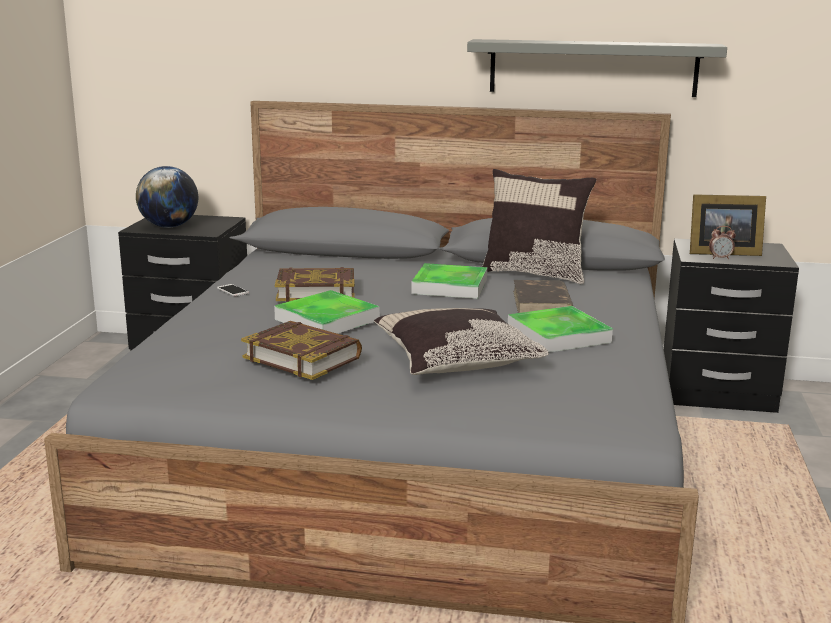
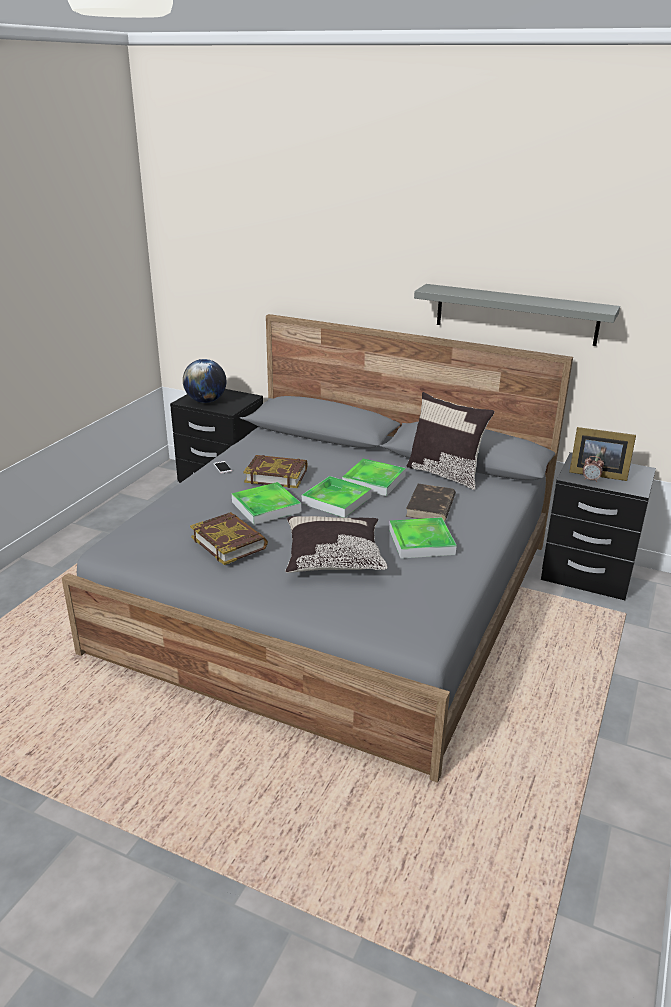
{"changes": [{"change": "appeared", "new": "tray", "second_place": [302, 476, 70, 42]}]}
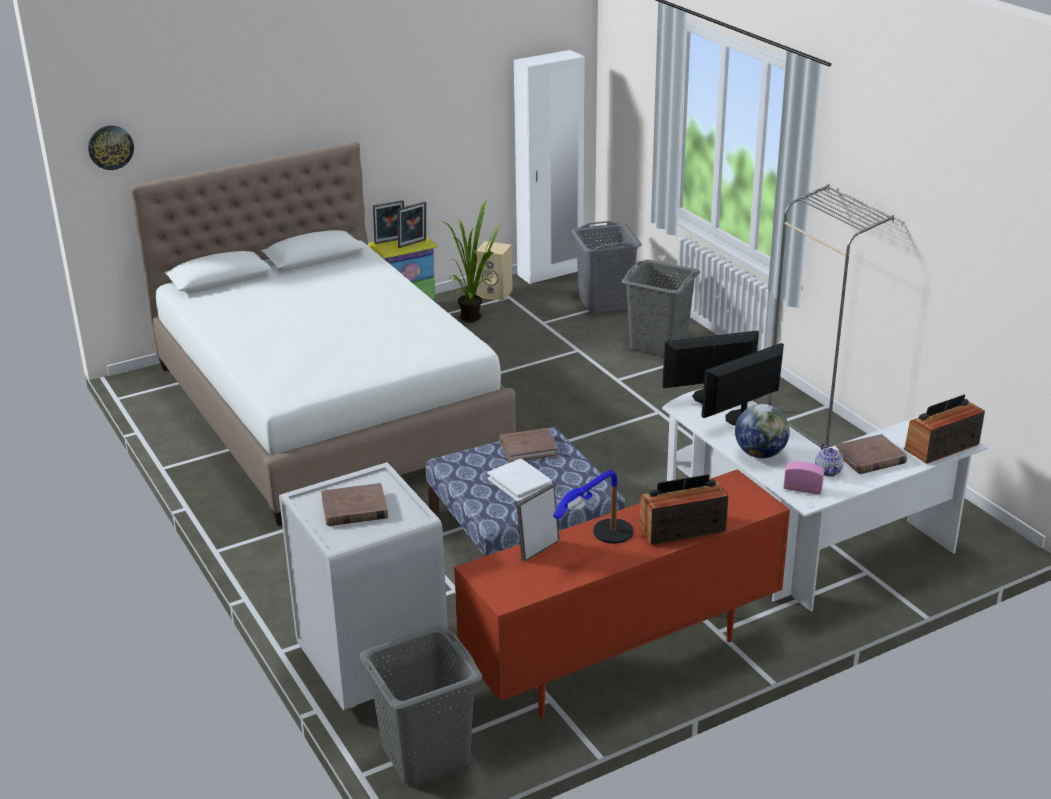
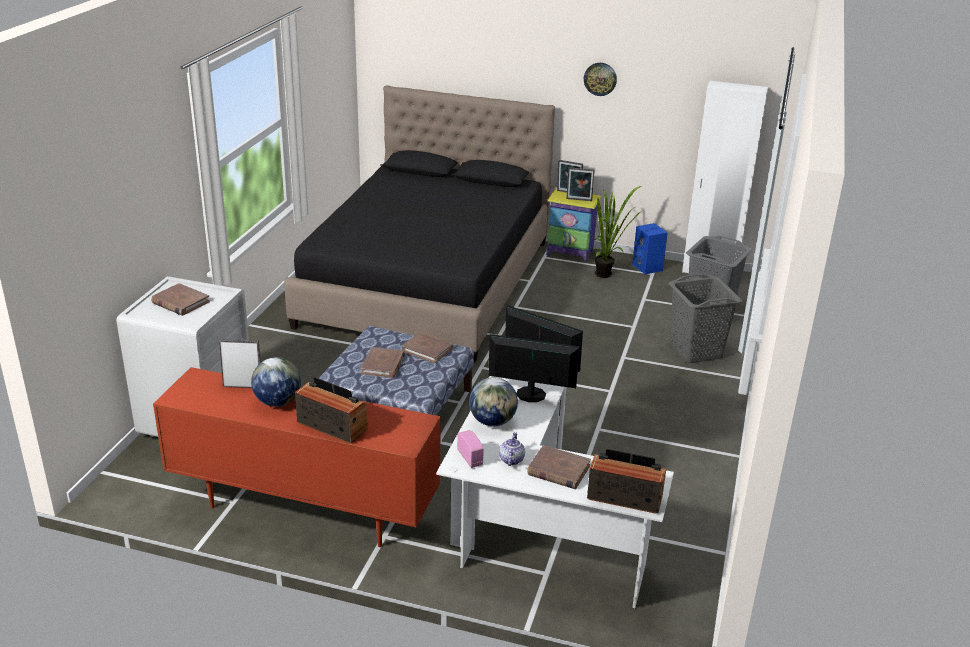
{"changes": [{"change": "missing", "old": "gray washing basket", "first_place": [359, 626, 123, 160]}, {"change": "missing", "old": "gray clothes rack", "first_place": [768, 184, 126, 264]}, {"change": "relocated", "old": "clock on the wall", "first_place": [88, 126, 46, 44], "second_place": [584, 63, 33, 33]}, {"change": "exchanged", "old": "tabletop lamp", "new": "globe", "first_place": [553, 470, 80, 74], "second_place": [251, 357, 50, 50]}, {"change": "colour", "old": "whitish sleeping bed", "new": "black-coloured sleeping bed", "first_place": [130, 142, 386, 384], "second_place": [284, 85, 271, 277]}, {"change": "colour", "old": "beige loudspeaker", "new": "bluish loudspeaker", "first_place": [476, 241, 37, 60], "second_place": [632, 223, 36, 51]}, {"change": "colour", "old": "whitish bound book", "new": "brown bound book", "first_place": [487, 458, 65, 44], "second_place": [360, 347, 45, 31]}, {"change": "spun", "old": "tea pot", "first_place": [815, 443, 29, 33], "second_place": [499, 432, 26, 34], "degrees": 150}]}
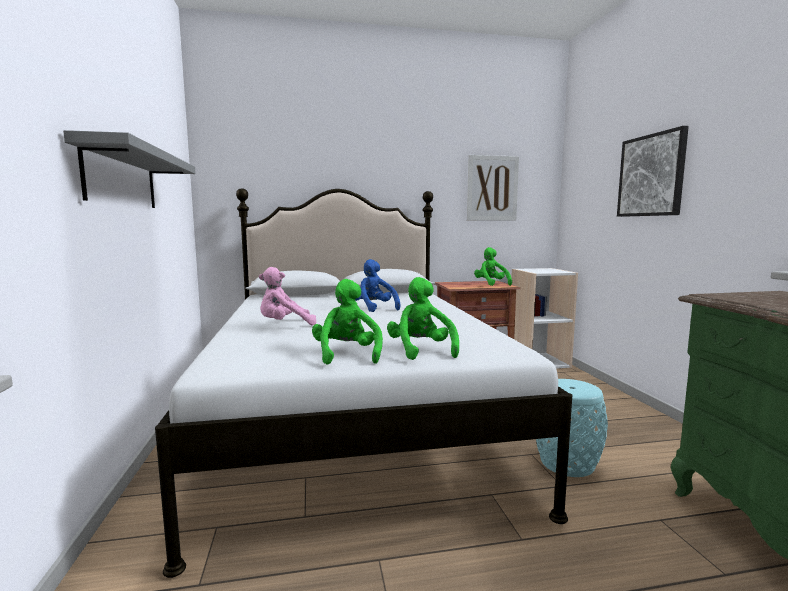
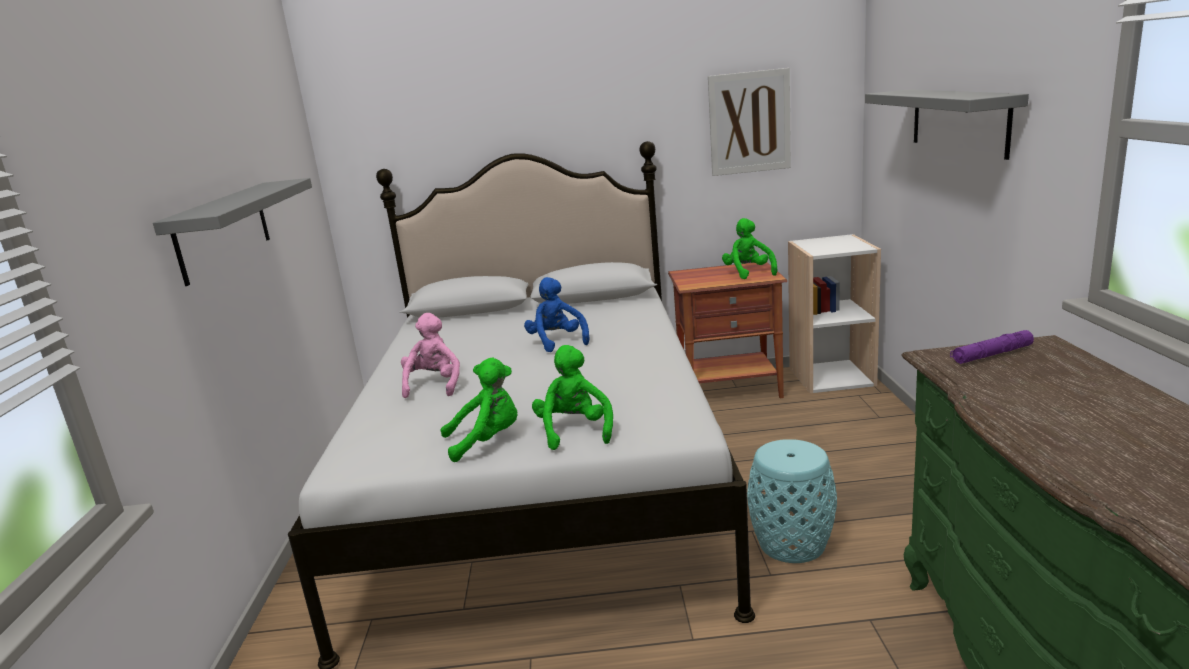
{"changes": [{"change": "appeared", "new": "purple-coloured hand torch", "second_place": [950, 330, 84, 34]}, {"change": "exchanged", "old": "wall art", "new": "gray shelf", "first_place": [617, 126, 72, 91], "second_place": [865, 89, 164, 71]}, {"change": "spun", "old": "pinkish cuddly toy", "first_place": [259, 267, 57, 58], "second_place": [401, 313, 59, 85], "degrees": 105}, {"change": "spun", "old": "greenish cuddly toy", "first_place": [312, 279, 71, 86], "second_place": [440, 358, 78, 104], "degrees": 75}]}
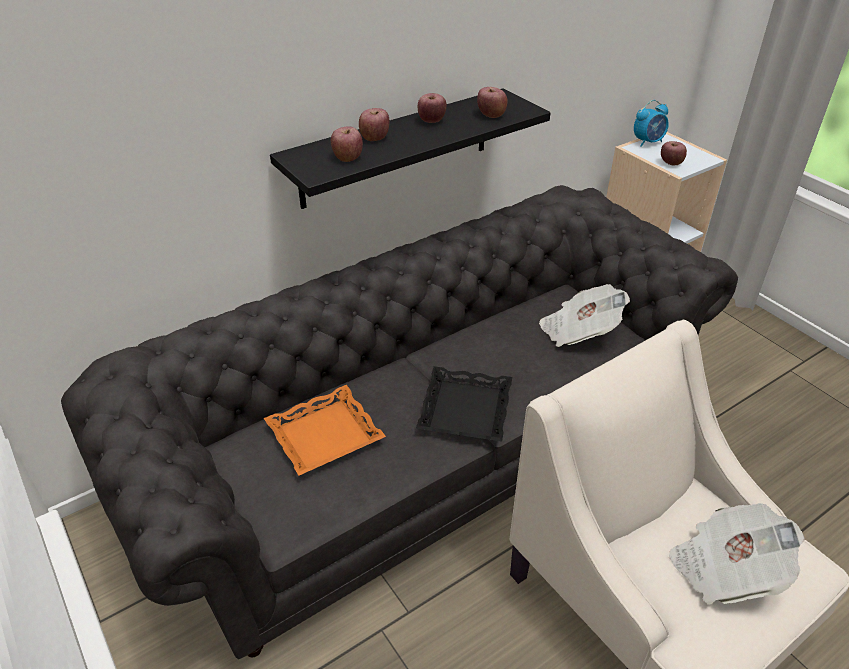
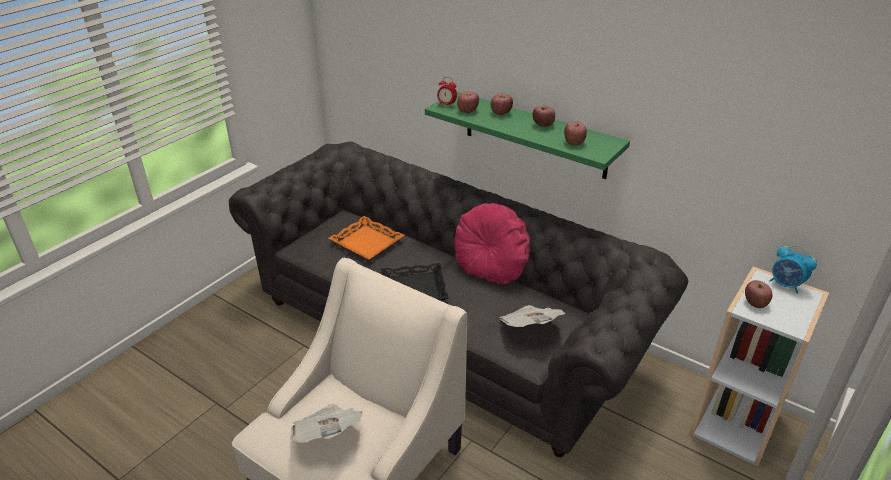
{"changes": [{"change": "appeared", "new": "bedside clock", "second_place": [437, 77, 20, 31]}, {"change": "appeared", "new": "pinkish cushion", "second_place": [454, 203, 76, 82]}, {"change": "colour", "old": "black-coloured shelf", "new": "greenish shelf", "first_place": [270, 88, 281, 121], "second_place": [425, 92, 205, 87]}]}
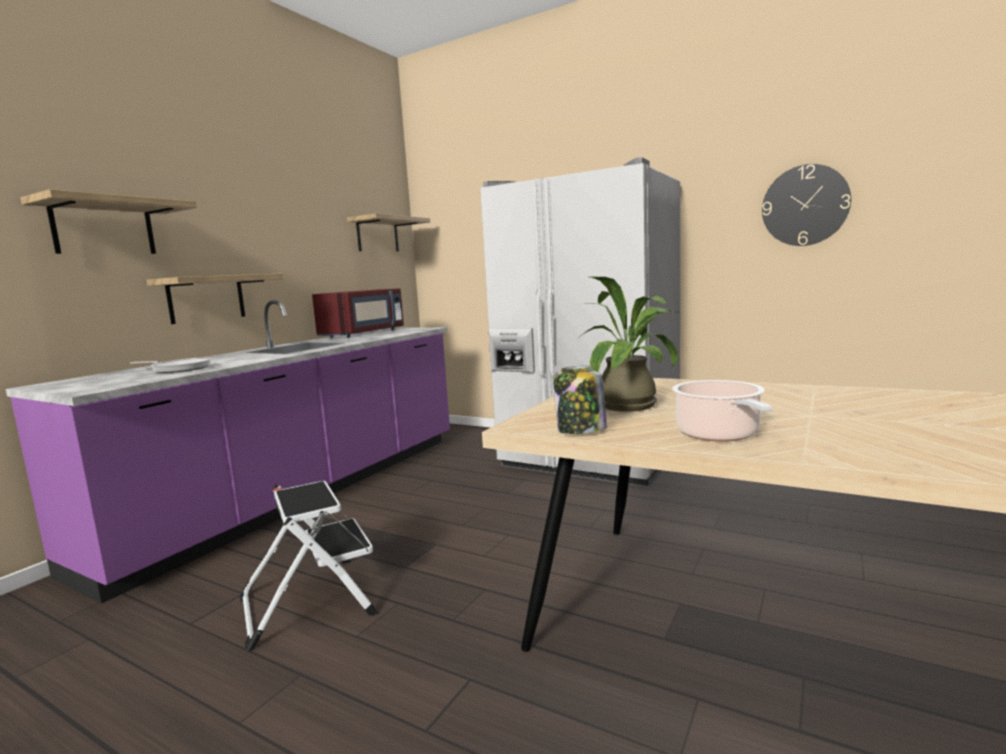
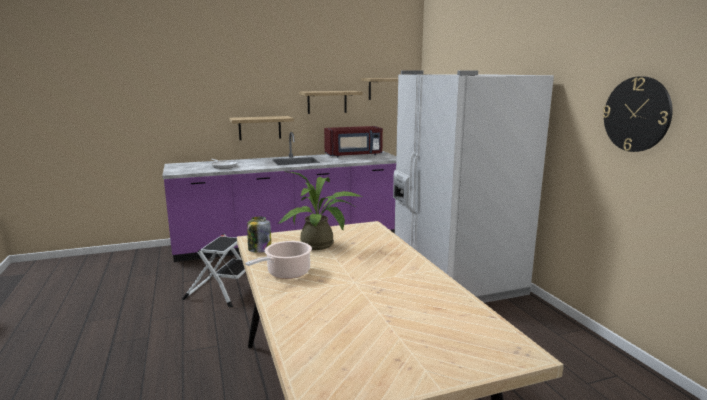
{"changes": [{"change": "relocated", "old": "shelf", "first_place": [21, 189, 176, 65], "second_place": [299, 91, 63, 23]}]}
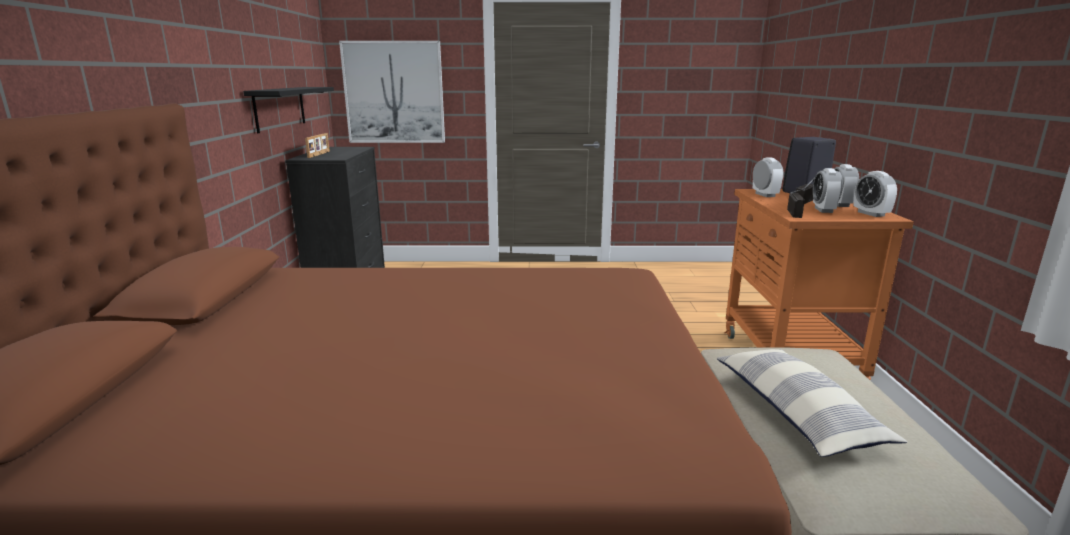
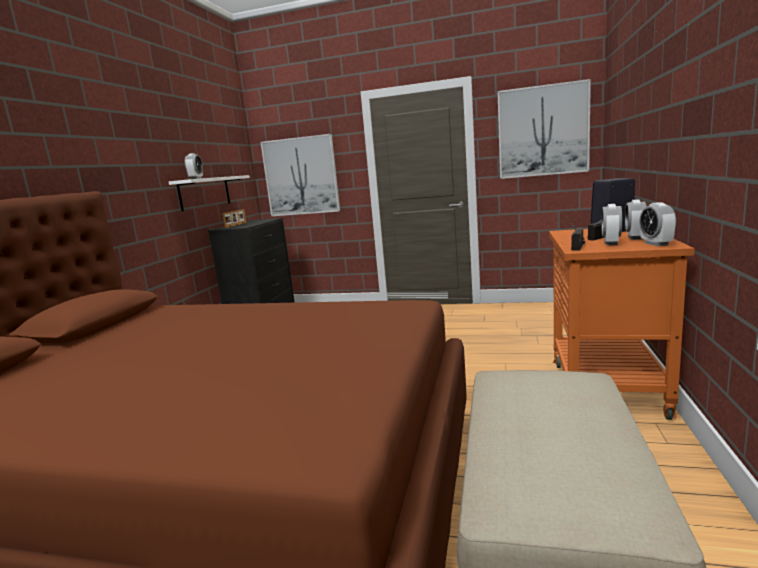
{"changes": [{"change": "missing", "old": "cushion", "first_place": [717, 349, 190, 108]}, {"change": "appeared", "new": "wall art", "second_place": [498, 79, 93, 100]}, {"change": "relocated", "old": "bedside clock", "first_place": [753, 157, 31, 40], "second_place": [185, 153, 18, 26]}, {"change": "colour", "old": "black-coloured shelf", "new": "whitish shelf", "first_place": [243, 87, 91, 46], "second_place": [169, 175, 81, 36]}]}
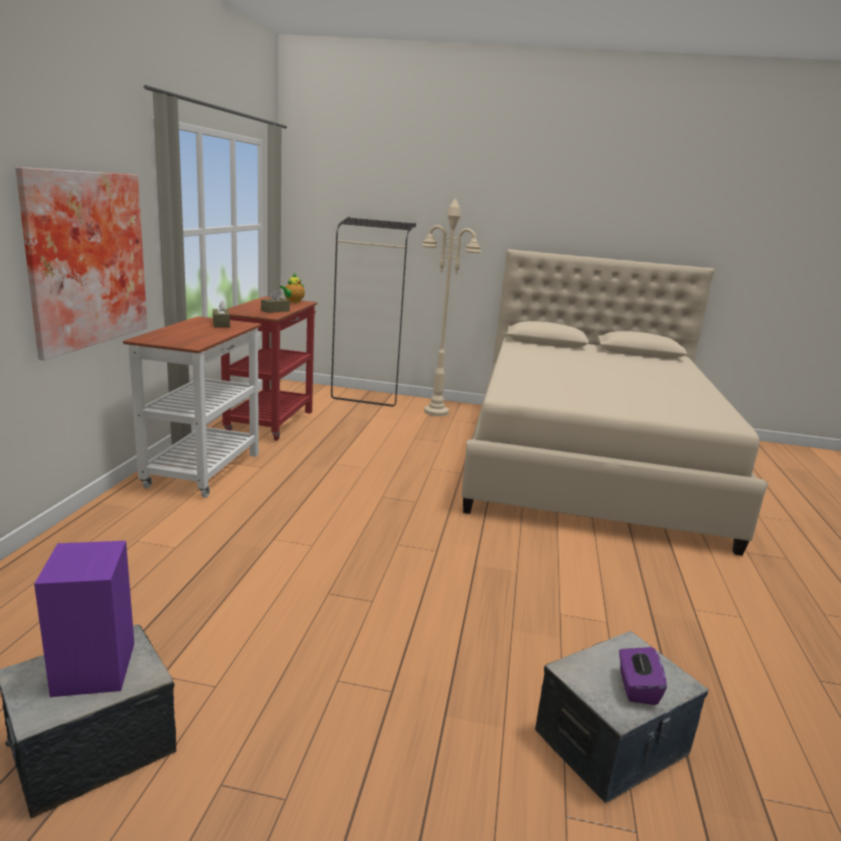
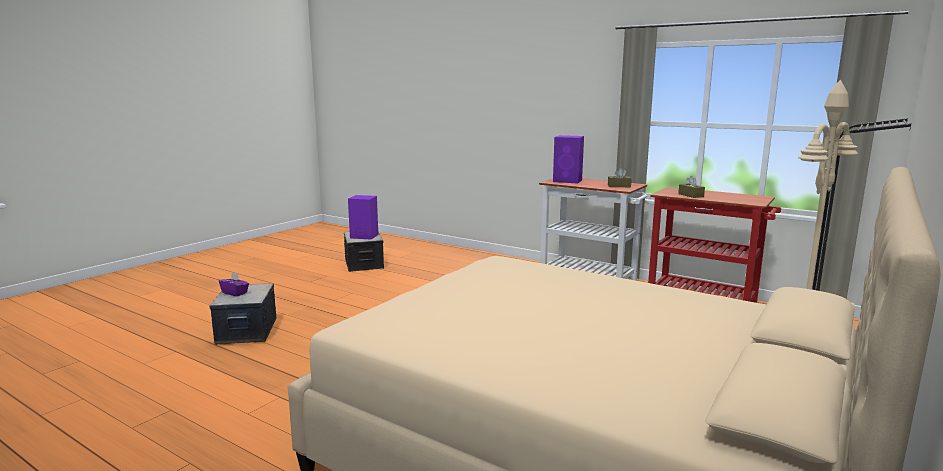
{"changes": [{"change": "missing", "old": "wall art", "first_place": [16, 167, 131, 193]}, {"change": "missing", "old": "tea pot", "first_place": [280, 273, 25, 30]}, {"change": "appeared", "new": "purple-coloured loudspeaker", "second_place": [553, 135, 31, 48]}]}
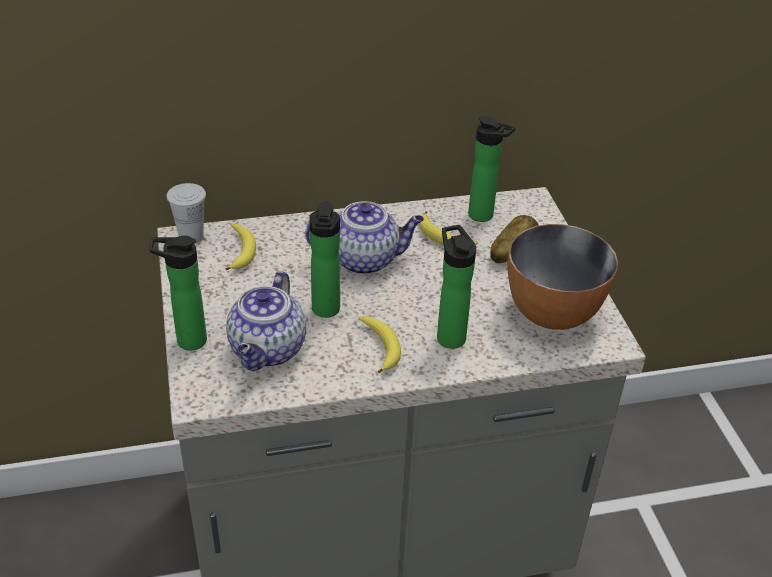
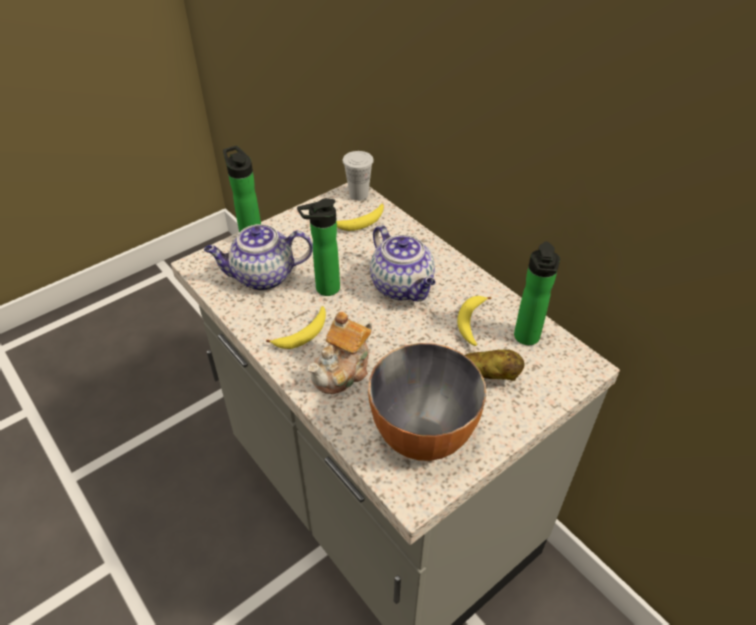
{"changes": [{"change": "exchanged", "old": "beverage bottle", "new": "tea pot", "first_place": [437, 225, 39, 124], "second_place": [307, 312, 65, 82]}]}
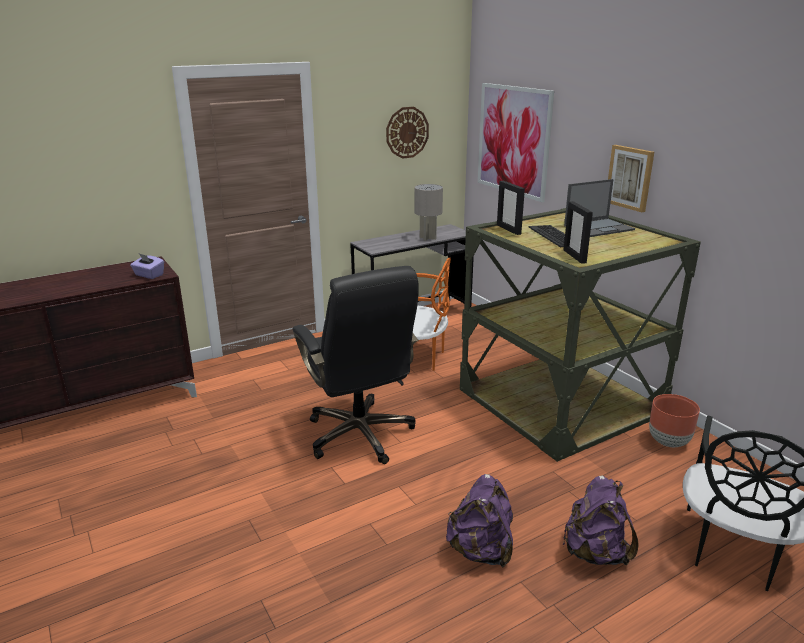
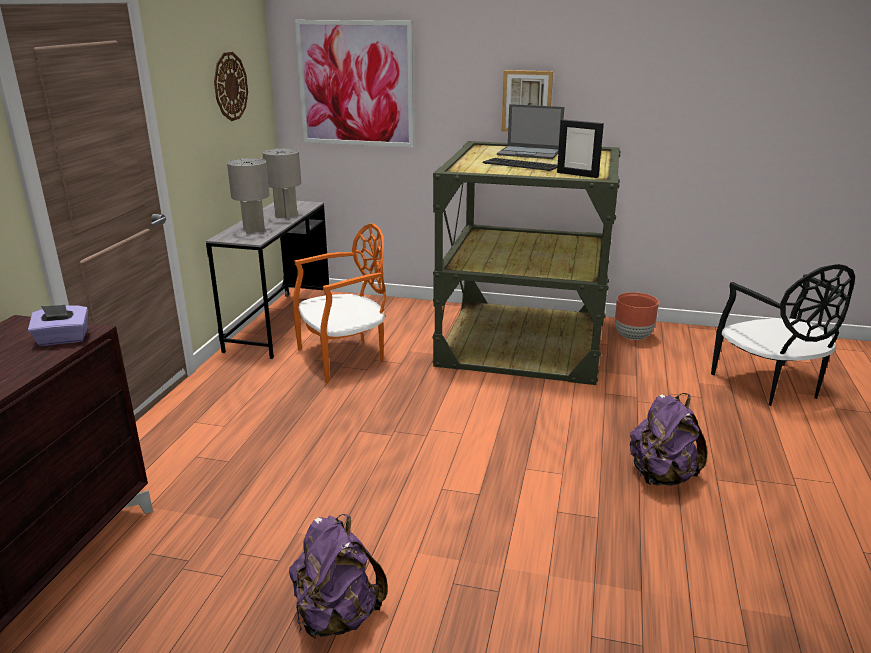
{"changes": [{"change": "missing", "old": "black-coloured computer chair", "first_place": [293, 266, 126, 198]}, {"change": "missing", "old": "standing frame", "first_place": [497, 181, 28, 54]}, {"change": "appeared", "new": "gray tabletop lamp", "second_place": [227, 158, 43, 76]}, {"change": "relocated", "old": "purple-coloured backpack", "first_place": [563, 476, 76, 89], "second_place": [289, 514, 99, 125]}, {"change": "spun", "old": "laptop", "first_place": [564, 179, 71, 58], "second_place": [497, 104, 67, 55], "degrees": 90}]}
